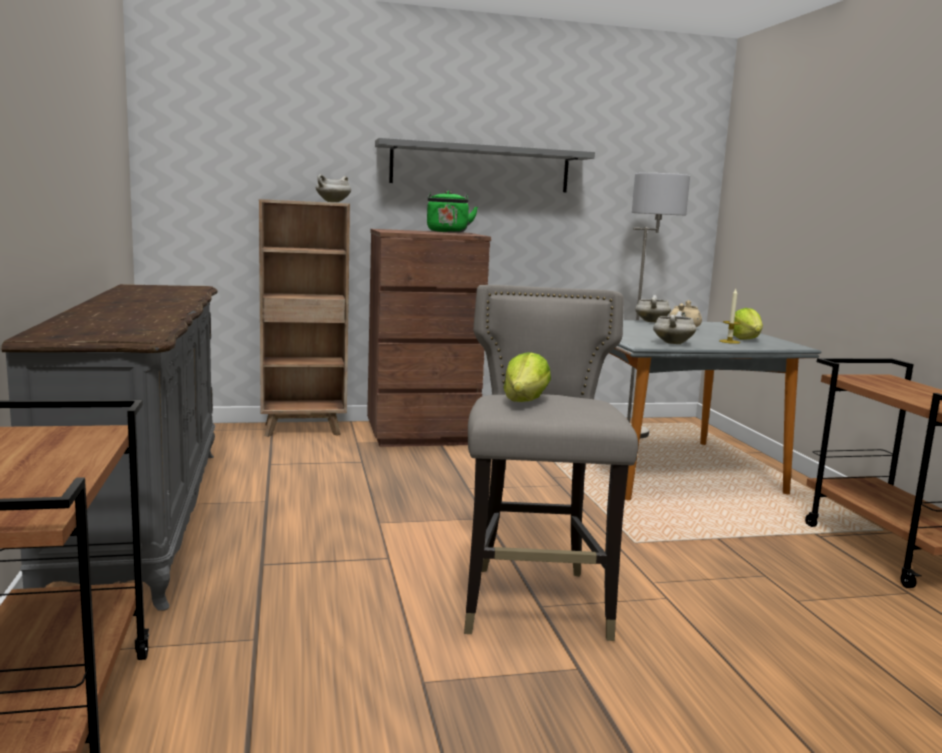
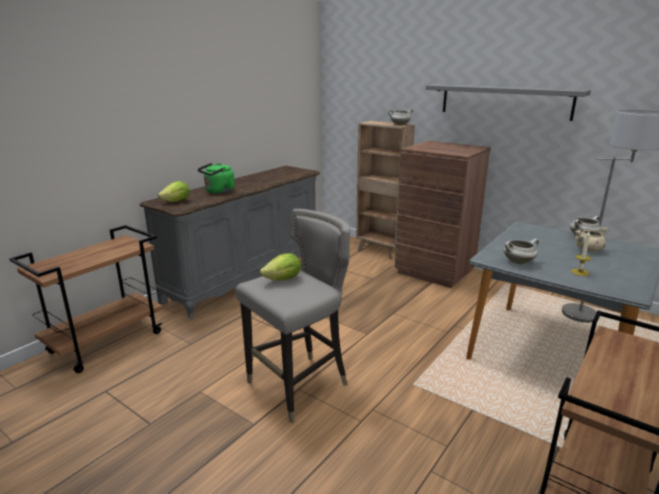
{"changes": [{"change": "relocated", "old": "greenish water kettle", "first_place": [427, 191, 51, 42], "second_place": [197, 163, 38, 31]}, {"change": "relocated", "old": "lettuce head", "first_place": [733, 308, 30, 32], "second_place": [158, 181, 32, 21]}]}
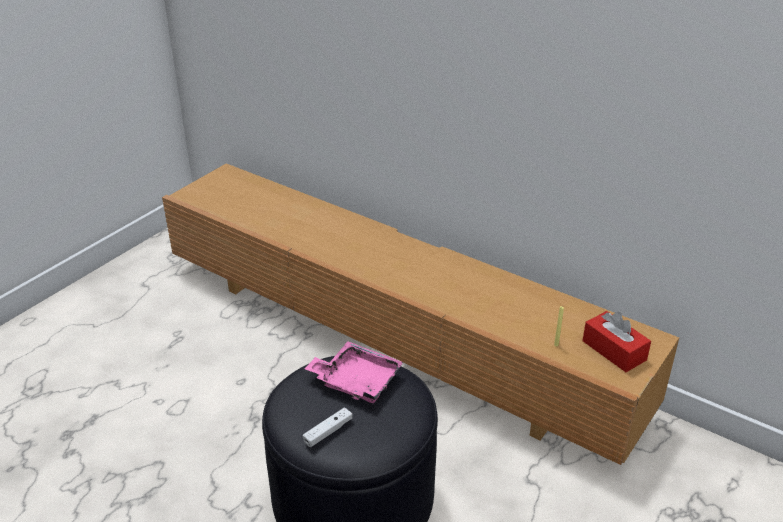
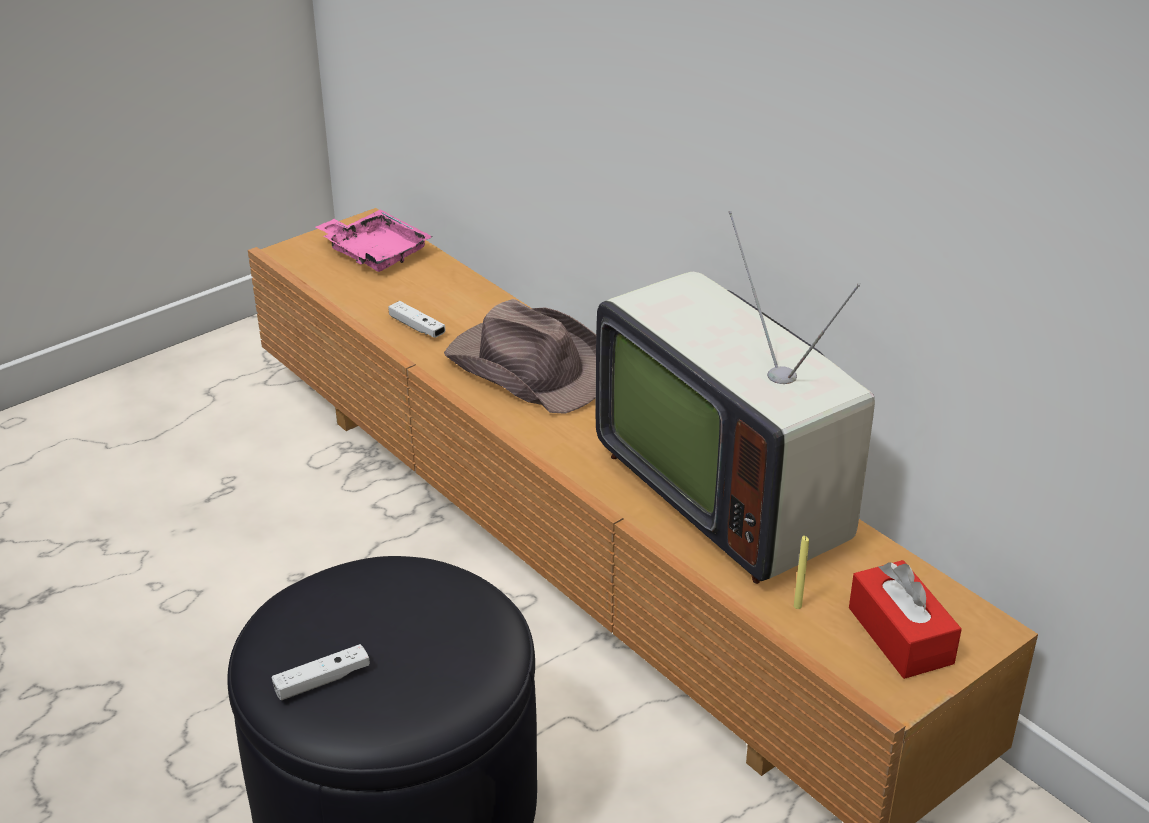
{"changes": [{"change": "appeared", "new": "whitish gamepad", "second_place": [388, 301, 58, 37]}, {"change": "appeared", "new": "brown clothing hat", "second_place": [444, 299, 152, 115]}, {"change": "appeared", "new": "television", "second_place": [596, 211, 279, 373]}, {"change": "relocated", "old": "pinkish tray", "first_place": [304, 341, 100, 62], "second_place": [316, 210, 116, 62]}]}
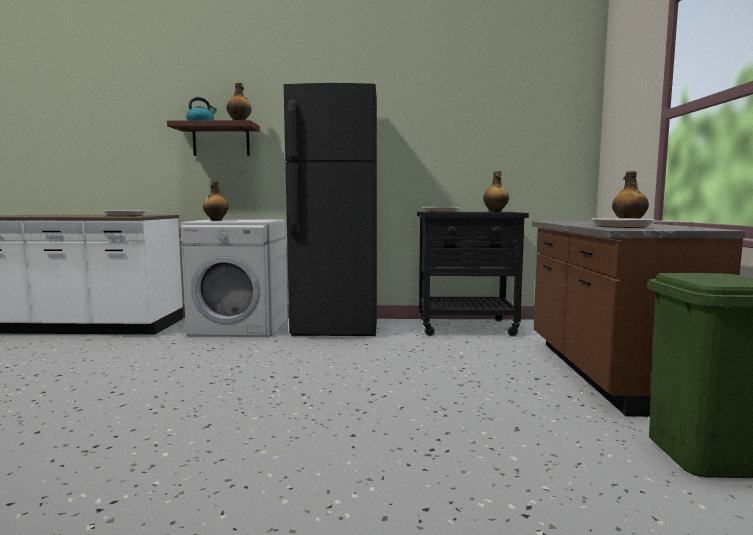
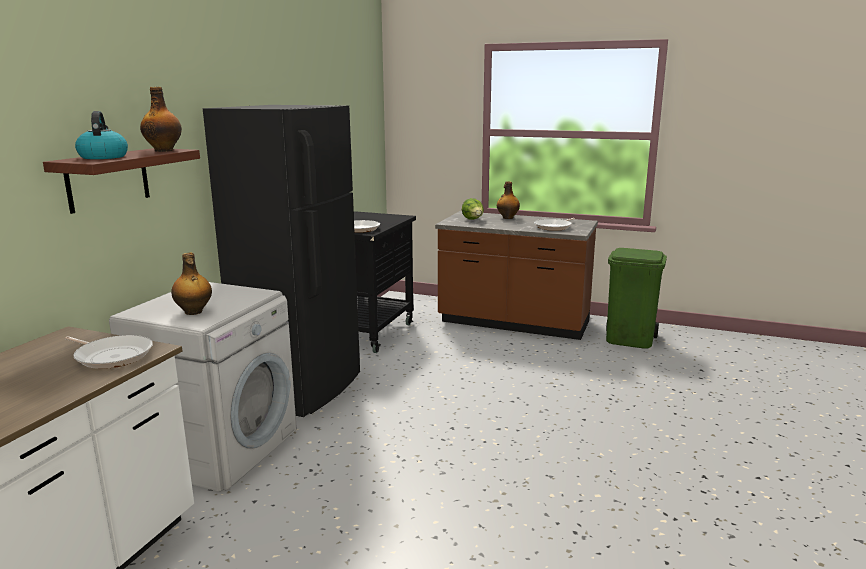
{"changes": [{"change": "missing", "old": "beverage bottle", "first_place": [483, 171, 26, 42]}, {"change": "appeared", "new": "lettuce head", "second_place": [462, 198, 22, 22]}]}
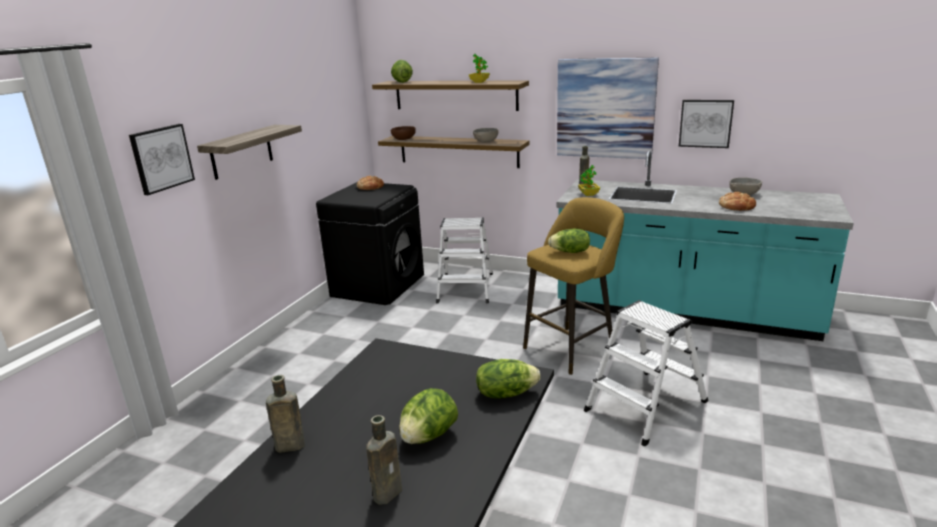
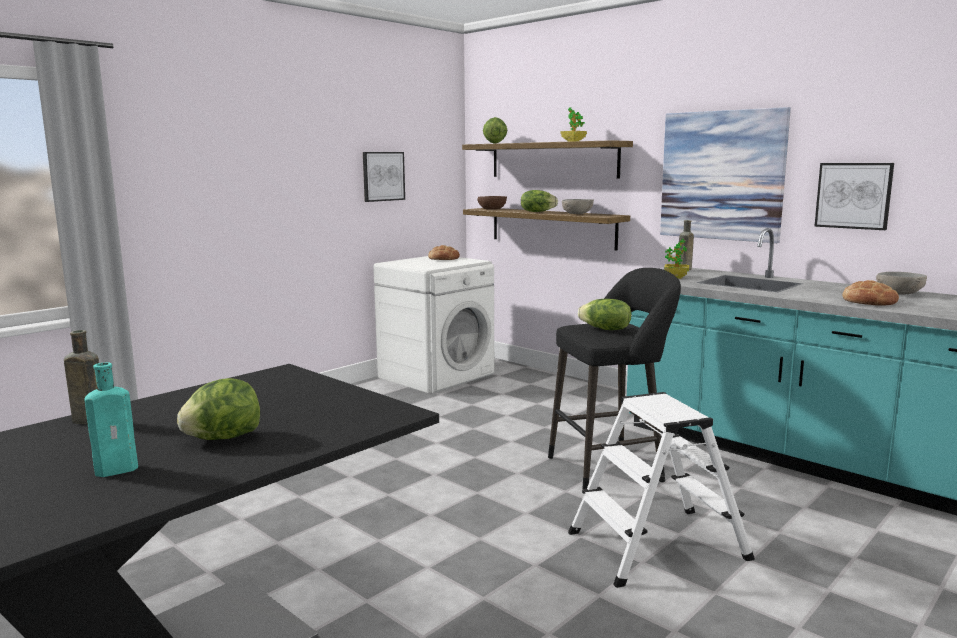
{"changes": [{"change": "missing", "old": "shelf", "first_place": [197, 125, 105, 55]}, {"change": "missing", "old": "whitish step ladder", "first_place": [436, 217, 57, 87]}, {"change": "relocated", "old": "wall art", "first_place": [129, 124, 66, 71], "second_place": [363, 152, 42, 50]}, {"change": "relocated", "old": "lettuce head", "first_place": [476, 359, 64, 39], "second_place": [521, 190, 37, 22]}, {"change": "colour", "old": "black-coloured washing machine", "new": "whitish washing machine", "first_place": [316, 182, 108, 123], "second_place": [373, 256, 121, 137]}, {"change": "colour", "old": "brown beverage bottle", "new": "turquoise beverage bottle", "first_place": [366, 415, 36, 90], "second_place": [84, 363, 54, 114]}, {"change": "colour", "old": "yellowish sitting stool", "new": "black-coloured sitting stool", "first_place": [523, 197, 101, 178], "second_place": [548, 268, 133, 225]}]}
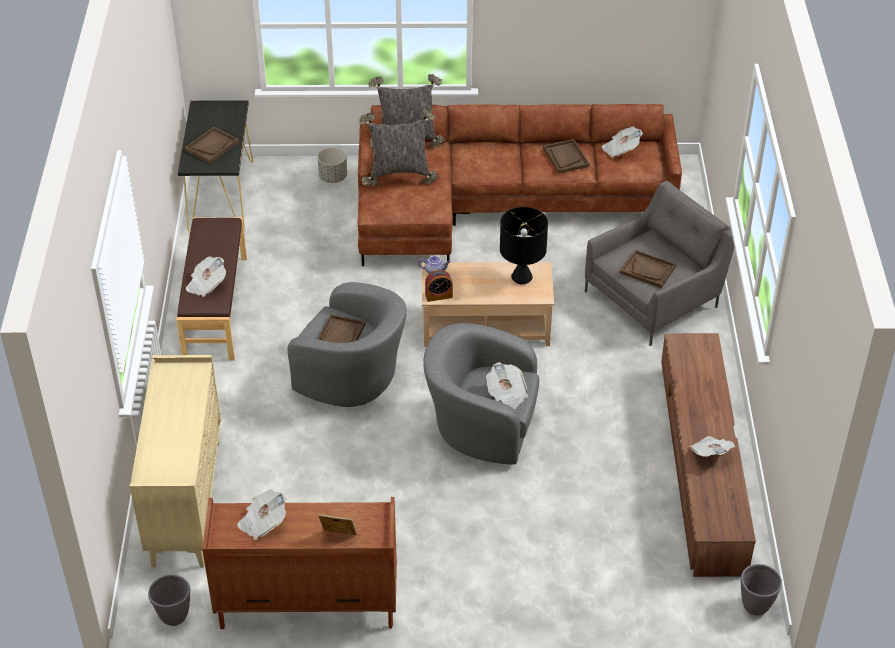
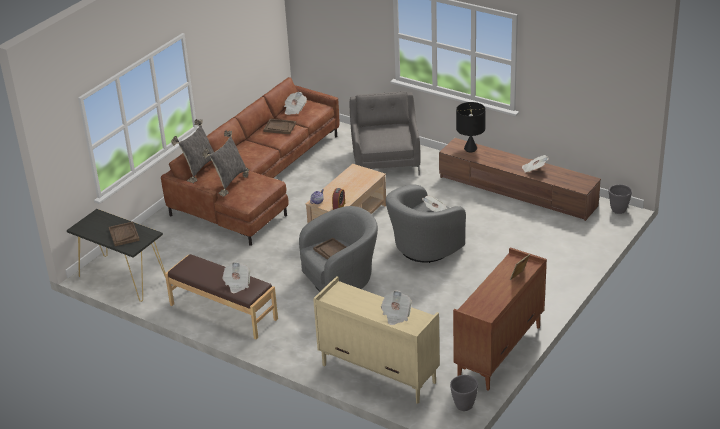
{"changes": [{"change": "missing", "old": "gray plant pot", "first_place": [318, 147, 29, 36]}, {"change": "missing", "old": "brown tray", "first_place": [620, 250, 56, 38]}, {"change": "relocated", "old": "printed paper", "first_place": [237, 489, 49, 51], "second_place": [381, 290, 31, 35]}, {"change": "relocated", "old": "black-coloured tabletop lamp", "first_place": [500, 207, 48, 77], "second_place": [456, 102, 30, 51]}]}
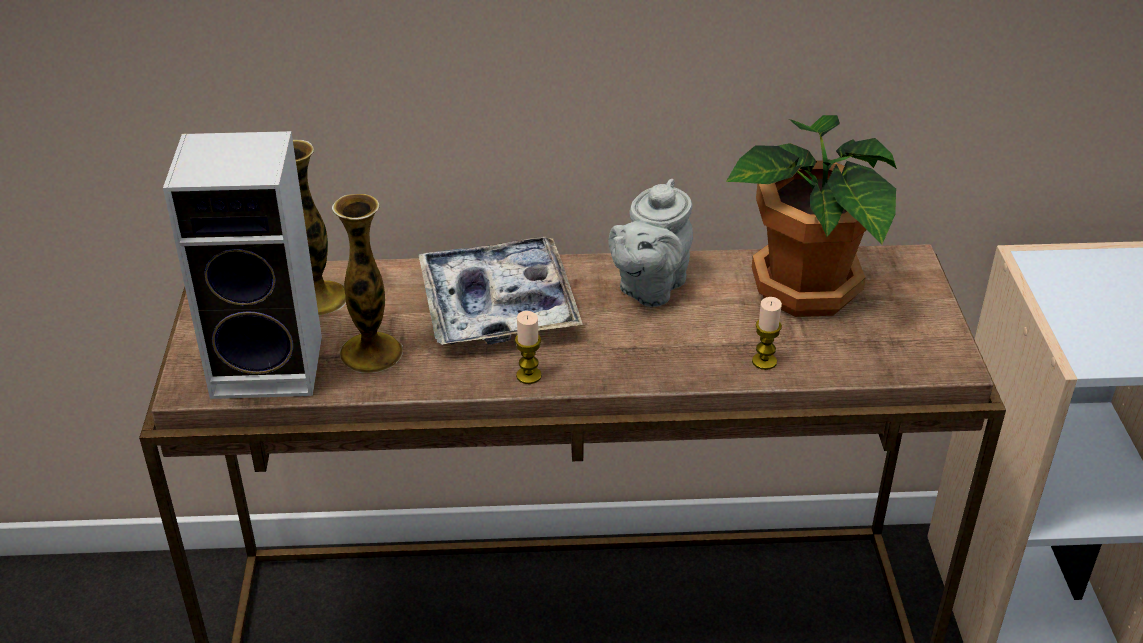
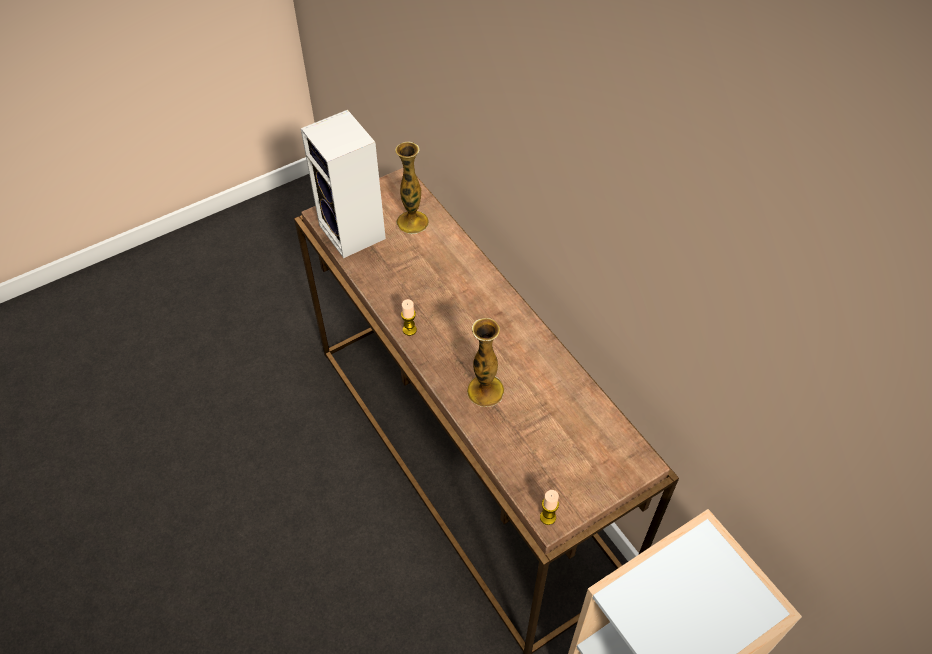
{"changes": [{"change": "missing", "old": "tray", "first_place": [418, 237, 165, 108]}, {"change": "missing", "old": "gray tea pot", "first_place": [609, 179, 84, 128]}, {"change": "missing", "old": "potted plant", "first_place": [726, 115, 171, 202]}, {"change": "relocated", "old": "vase", "first_place": [332, 194, 71, 179], "second_place": [467, 318, 37, 89]}, {"change": "relocated", "old": "wax light", "first_place": [752, 297, 30, 73], "second_place": [540, 490, 19, 35]}]}
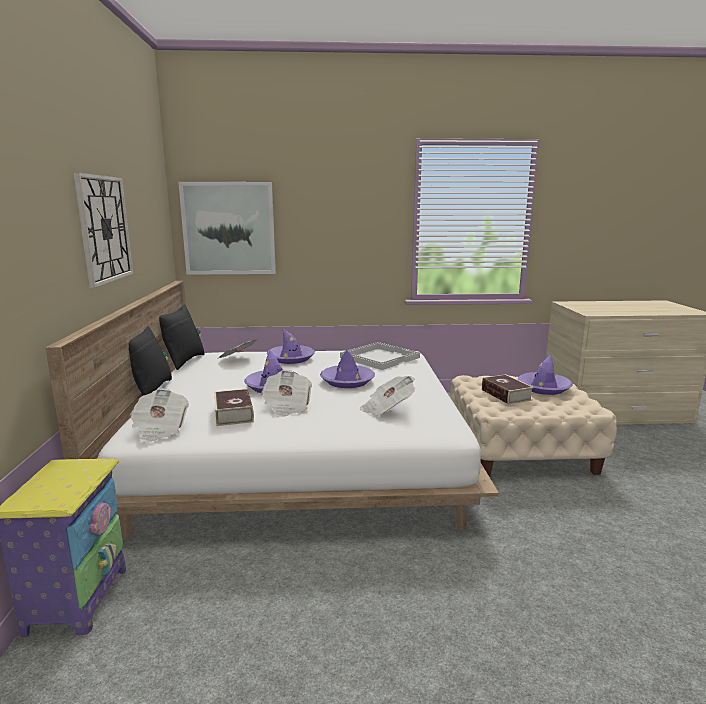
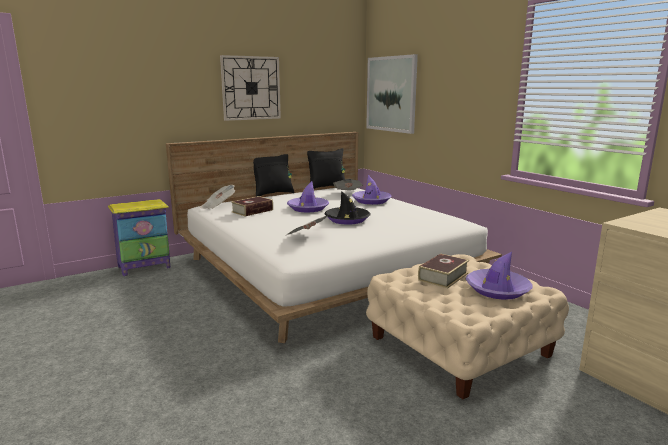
{"changes": [{"change": "missing", "old": "printed paper", "first_place": [261, 370, 51, 47]}, {"change": "missing", "old": "whitish tray", "first_place": [340, 342, 80, 28]}, {"change": "colour", "old": "purple-coloured clothing hat", "new": "black-coloured clothing hat", "first_place": [320, 350, 55, 38], "second_place": [325, 191, 46, 34]}]}
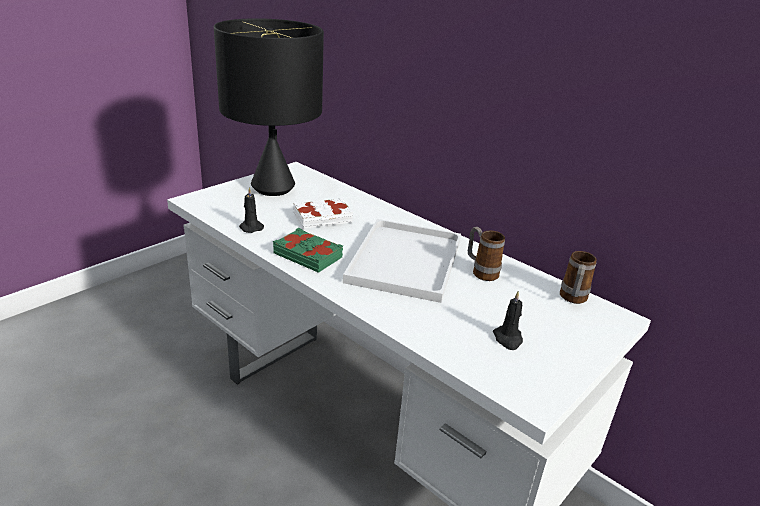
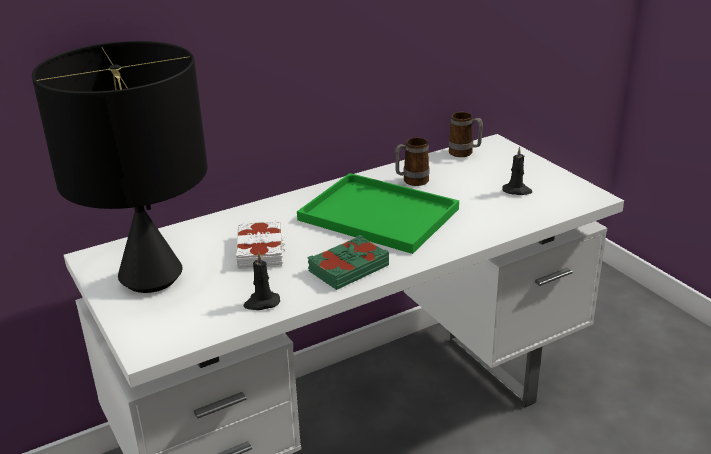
{"changes": [{"change": "colour", "old": "whitish tray", "new": "greenish tray", "first_place": [343, 219, 118, 84], "second_place": [297, 173, 162, 81]}]}
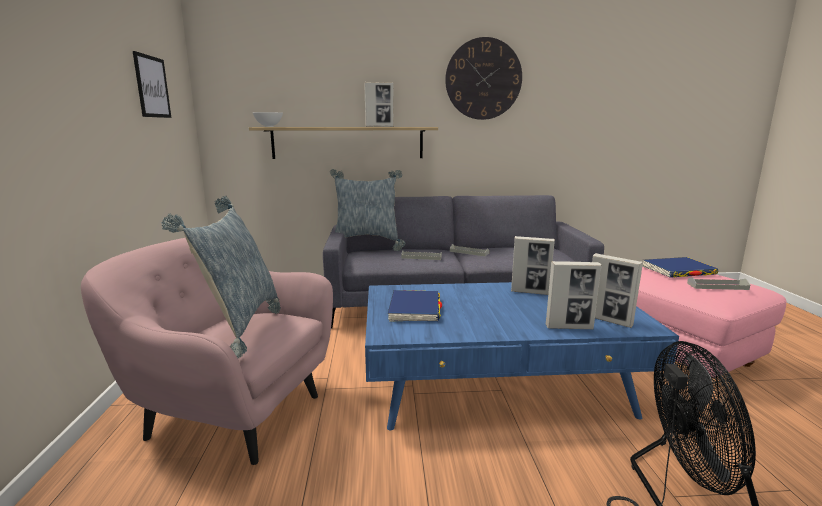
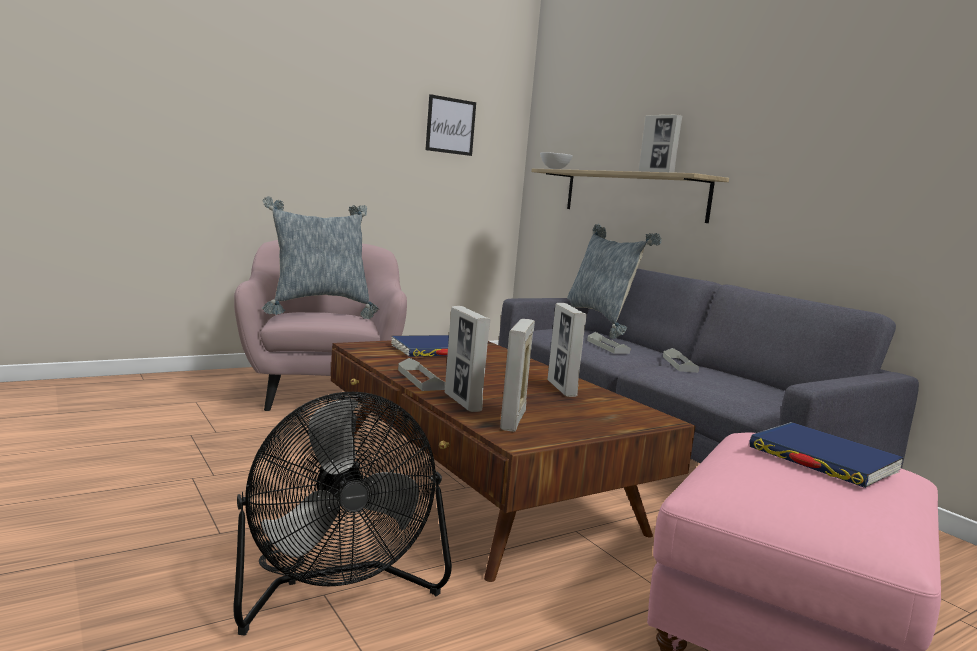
{"changes": [{"change": "missing", "old": "clock on the wall", "first_place": [445, 37, 77, 83]}, {"change": "relocated", "old": "gray tray", "first_place": [687, 277, 63, 13], "second_place": [398, 358, 47, 33]}, {"change": "colour", "old": "bluish coffee table", "new": "brown coffee table", "first_place": [365, 282, 314, 148], "second_place": [331, 340, 364, 242]}]}
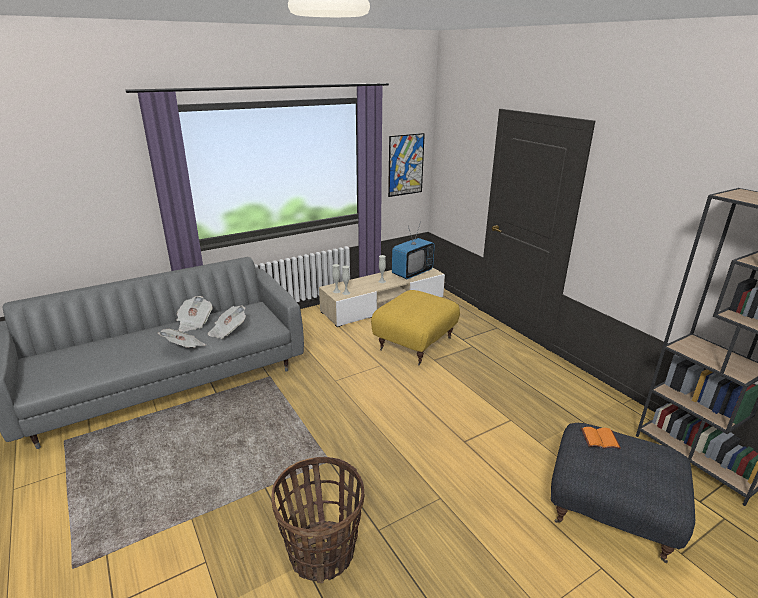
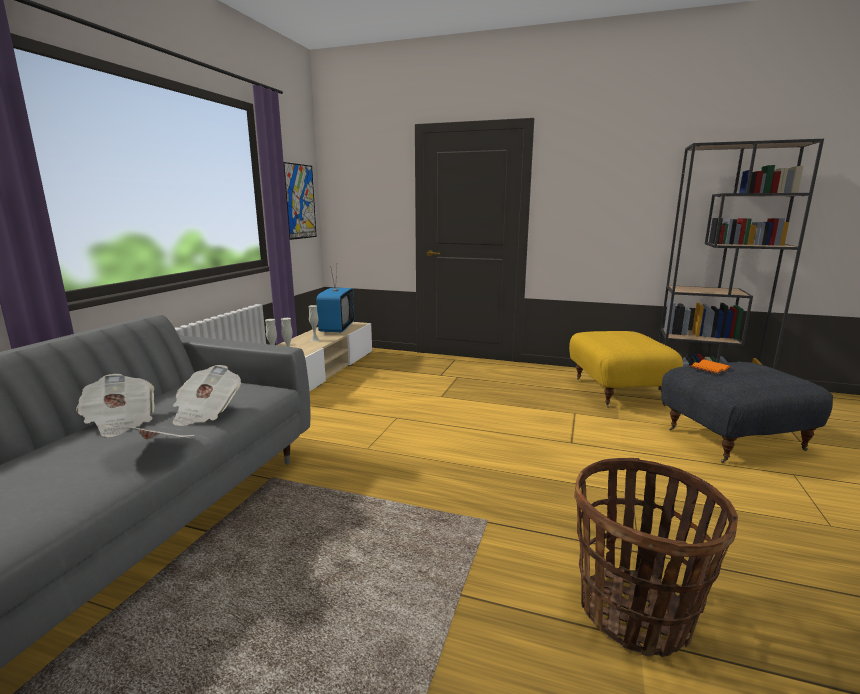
{"changes": [{"change": "relocated", "old": "yellowish ottoman", "first_place": [371, 290, 89, 75], "second_place": [569, 331, 114, 77]}]}
